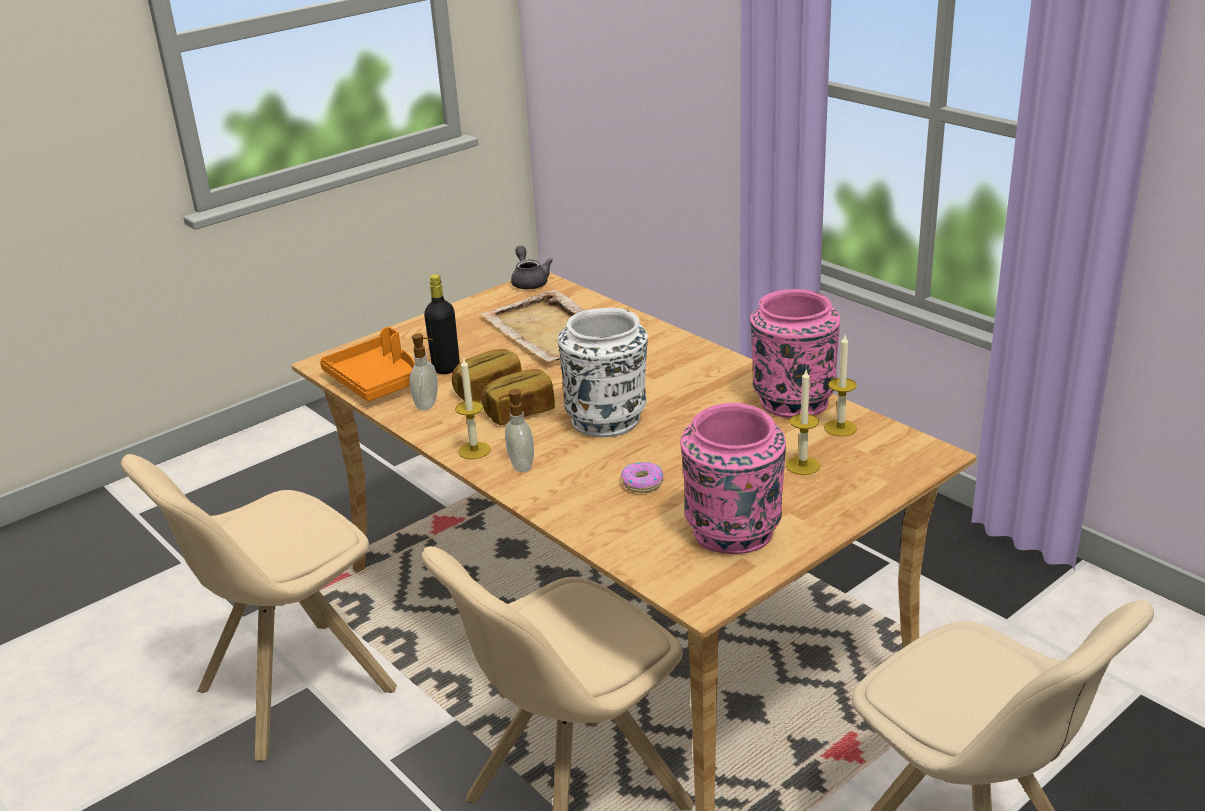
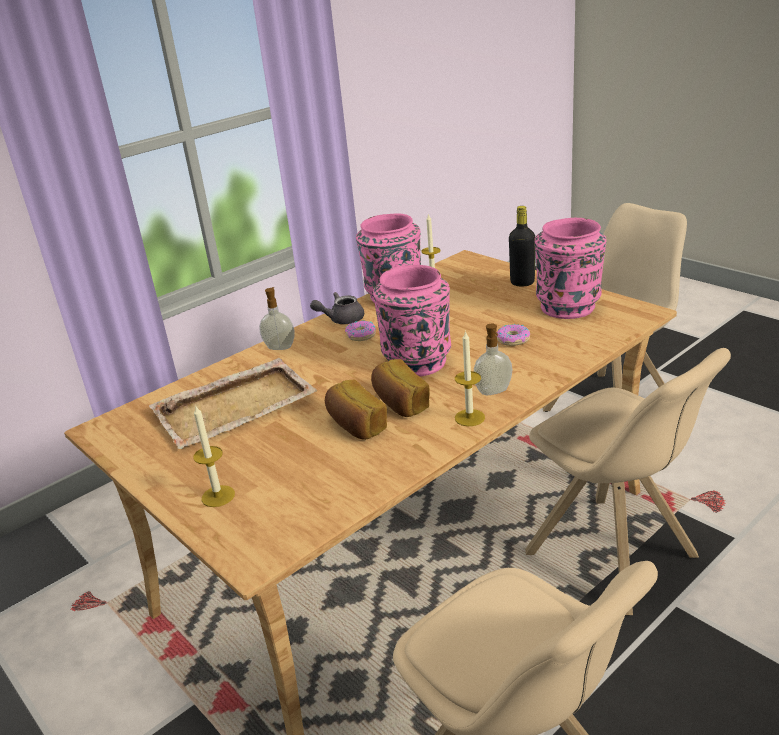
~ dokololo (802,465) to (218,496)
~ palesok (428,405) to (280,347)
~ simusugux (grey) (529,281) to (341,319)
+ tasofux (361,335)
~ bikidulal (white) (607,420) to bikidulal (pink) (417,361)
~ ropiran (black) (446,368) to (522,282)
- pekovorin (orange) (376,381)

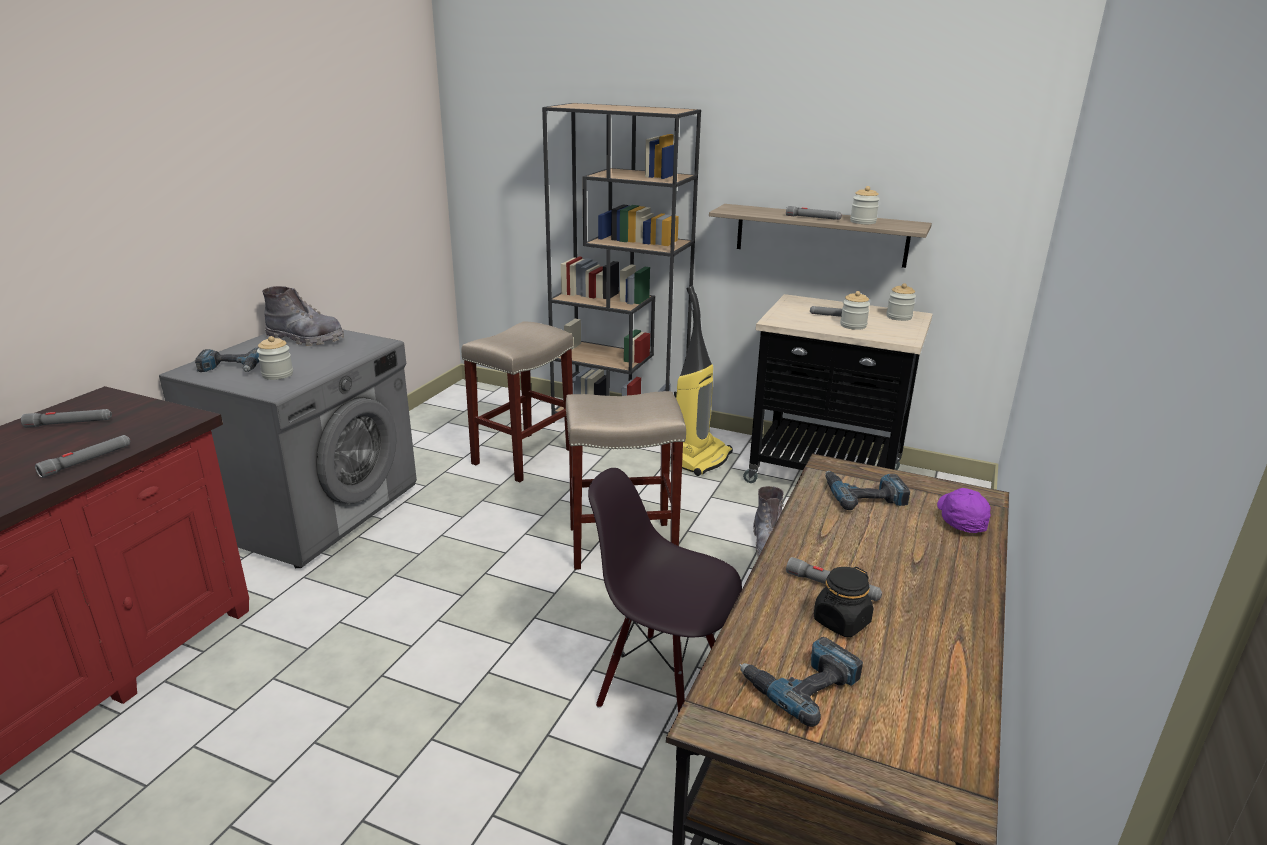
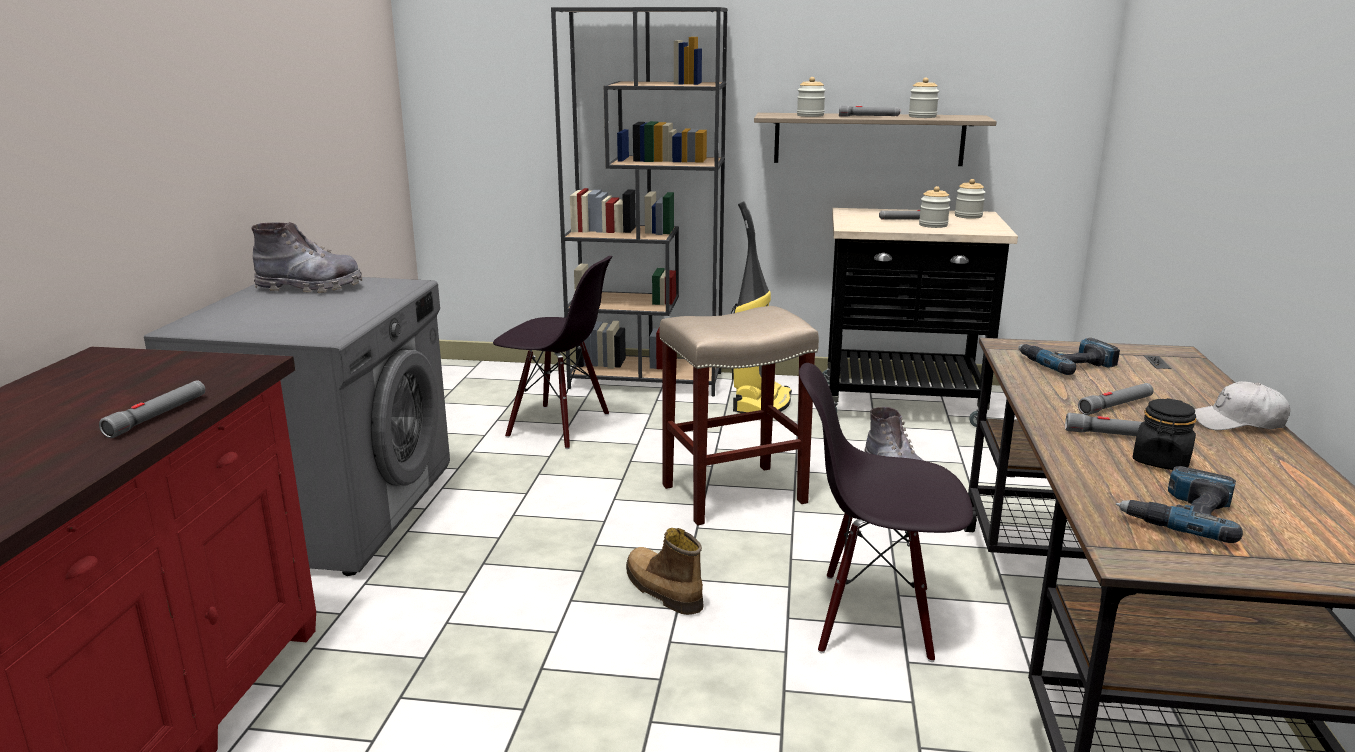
~ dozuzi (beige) (523,457) to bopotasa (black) (558,426)
+ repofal (661,590)
~ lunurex (277,374) to (810,115)
~ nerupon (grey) (69,423) to (1116,405)
+ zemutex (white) (1237,422)
- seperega (230,368)
- zemutex (purple) (960,519)

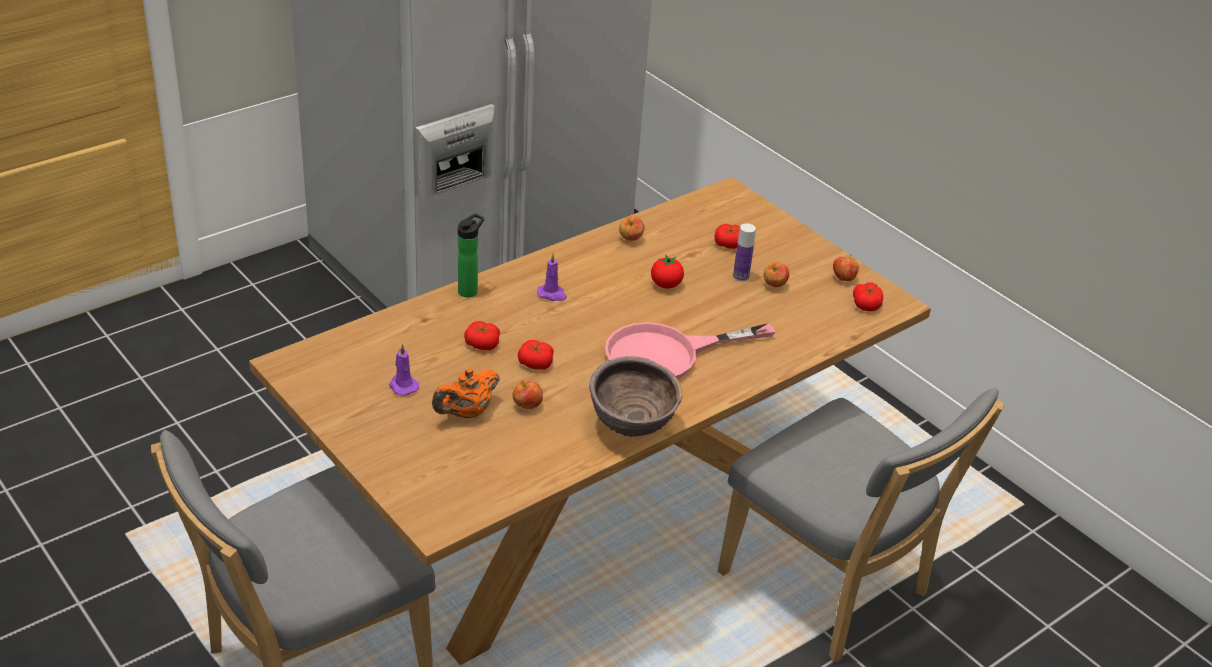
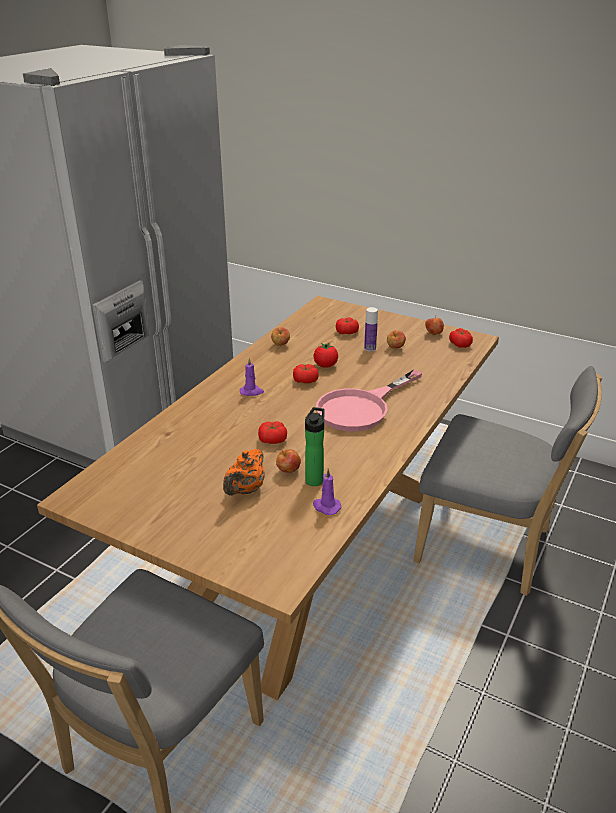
~ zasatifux (482,344) to (305,380)
~ ropiran (470,290) to (315,479)
~ dokololo (purple) (402,386) to (326,507)
- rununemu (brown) (631,428)

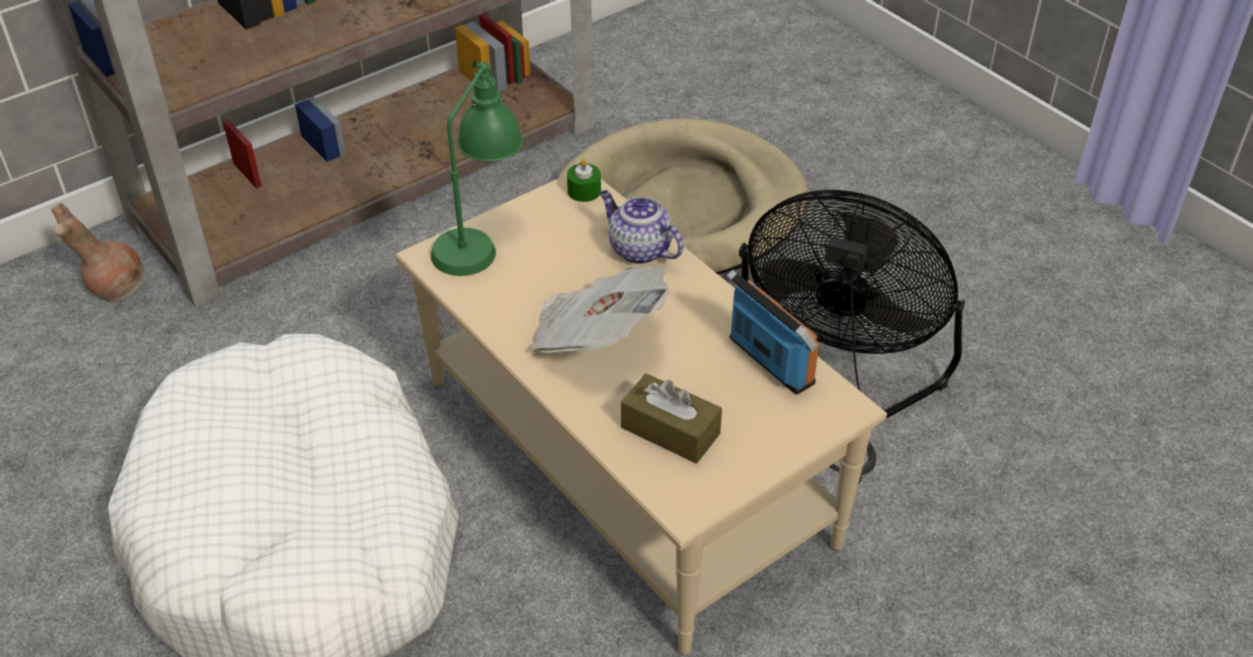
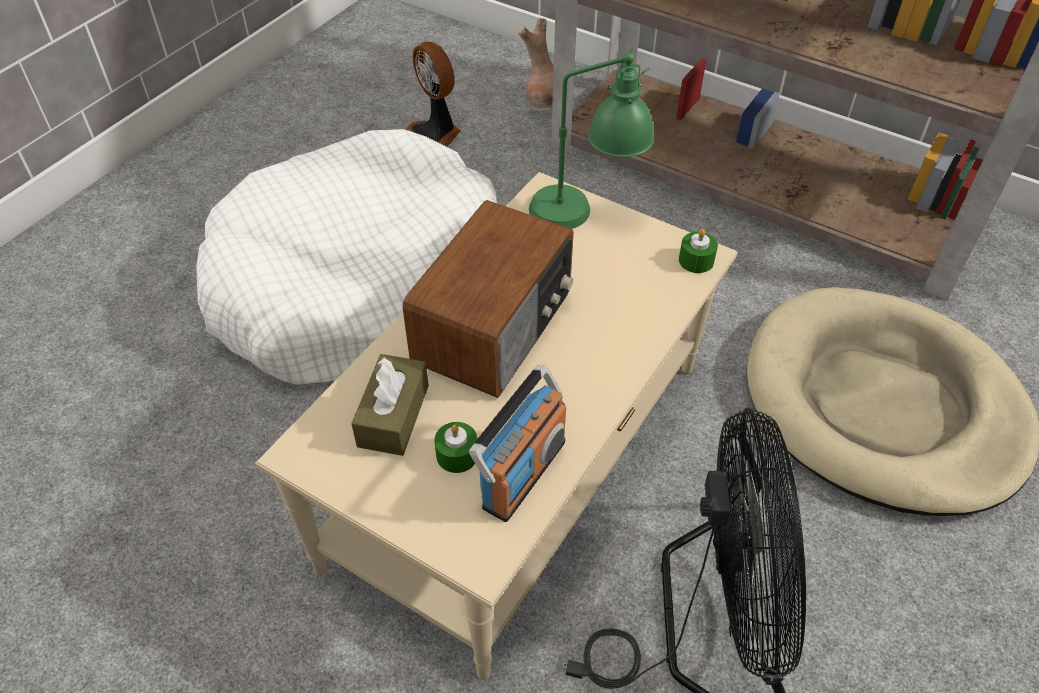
~ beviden (596,336) to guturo (496,327)
+ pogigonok (435,135)
+ dokololo (green) (457,455)
- simusugux (638,249)

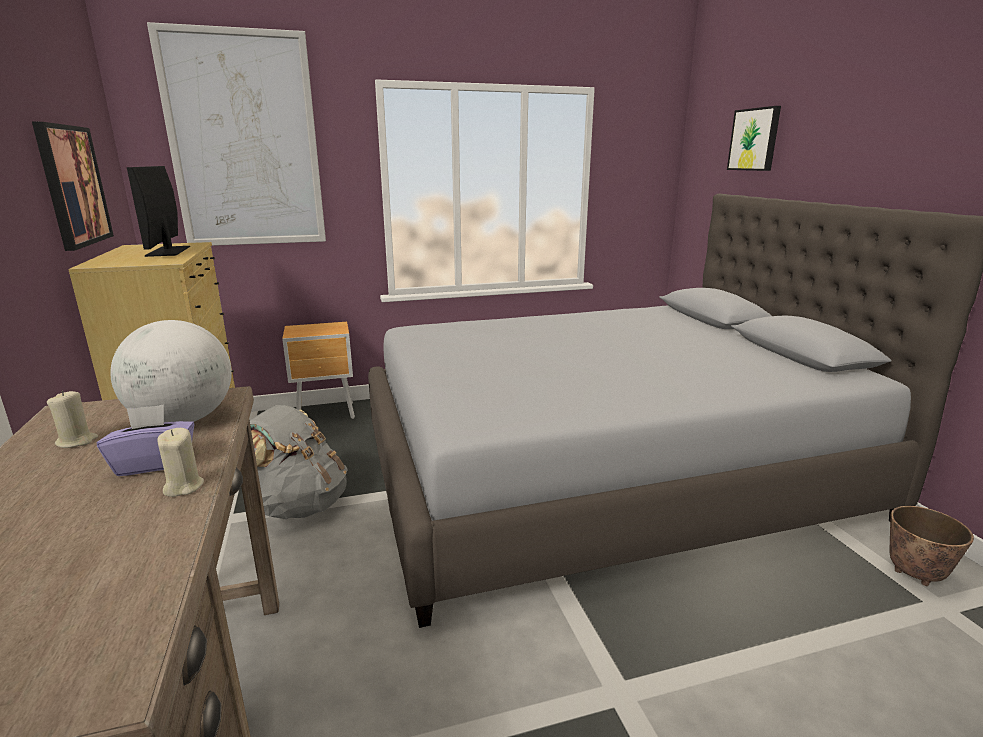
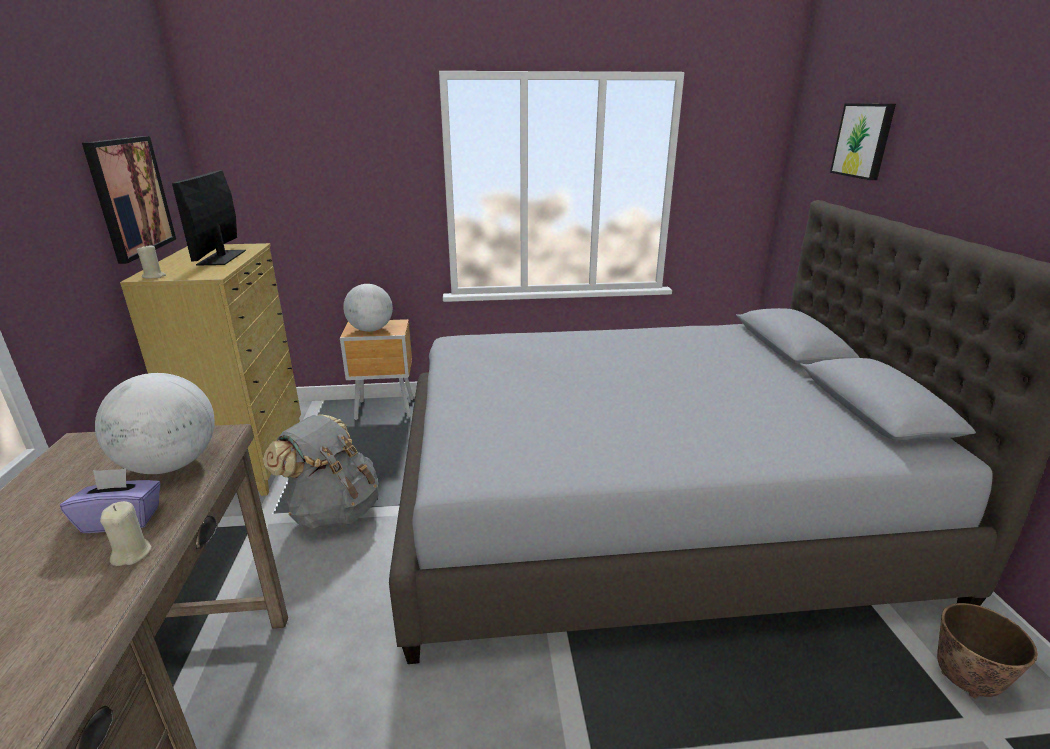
~ dokololo (beige) (77,441) to (154,276)
+ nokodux (370,330)
- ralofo (245,142)

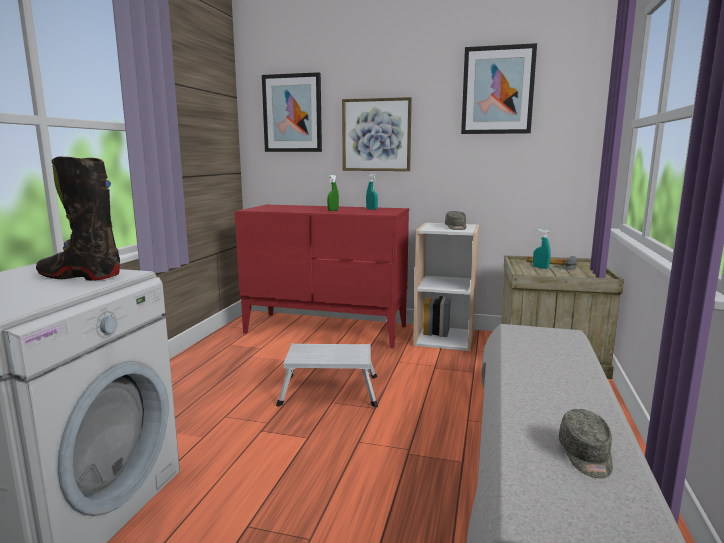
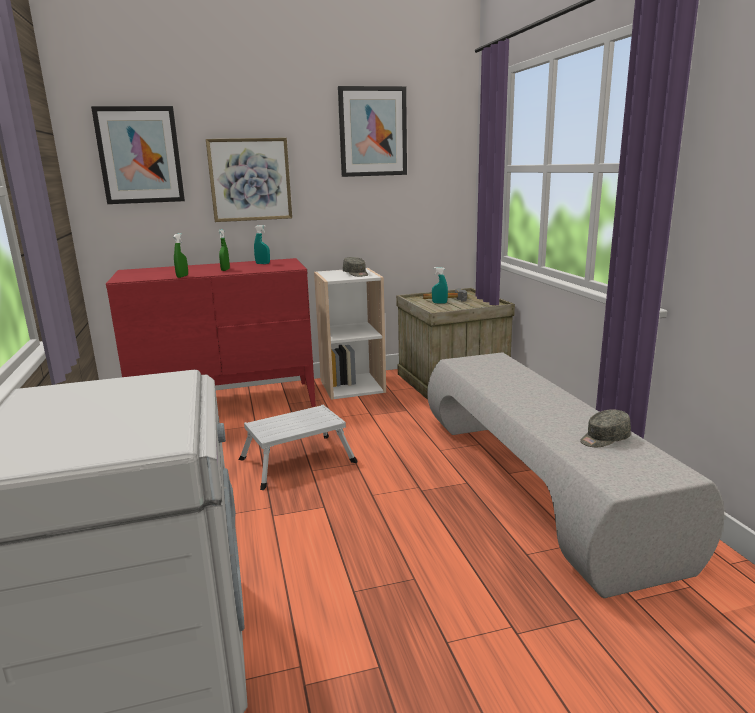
+ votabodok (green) (182,276)
~ zemutex (grey) (586,456) = (604,439) 90 degrees clockwise
- repofal (black) (80,276)

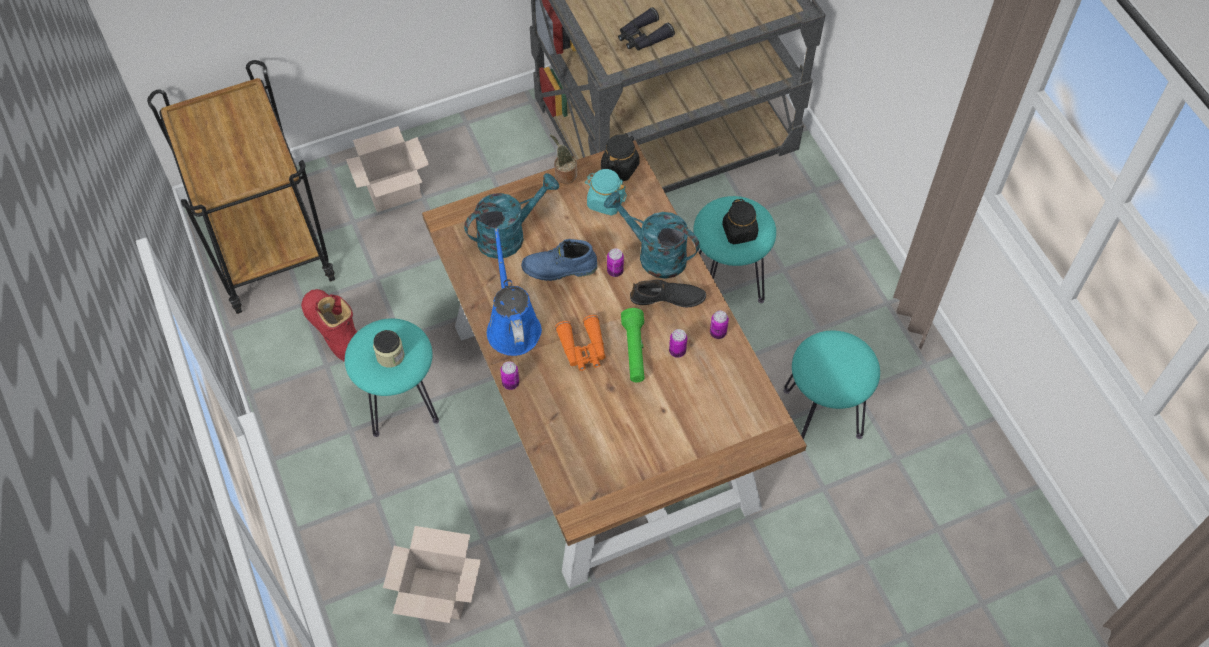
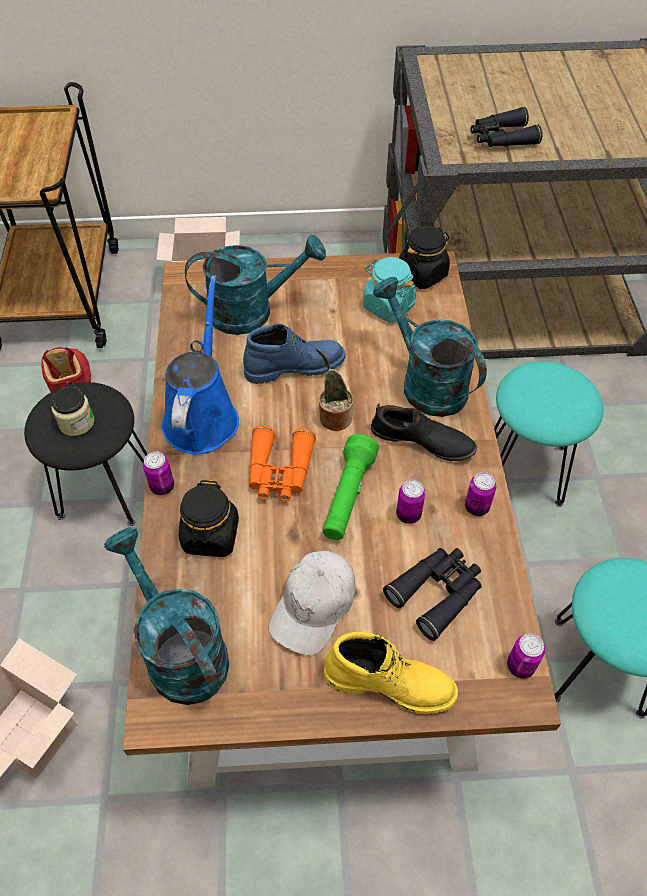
~ dozuzi (turquoise) (400,401) to dozuzi (black) (105,489)
+ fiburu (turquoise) (179,650)
~ lunurex (black) (739,232) to (211,535)
~ repofal (blue) (559,269) = (295,366) 150 degrees clockwise
+ zemutex (white) (314,606)
~ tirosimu (564,174) to (333,416)
+ repofal (yellow) (390,682)
+ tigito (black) (437,592)
~ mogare (615,271) to (520,666)

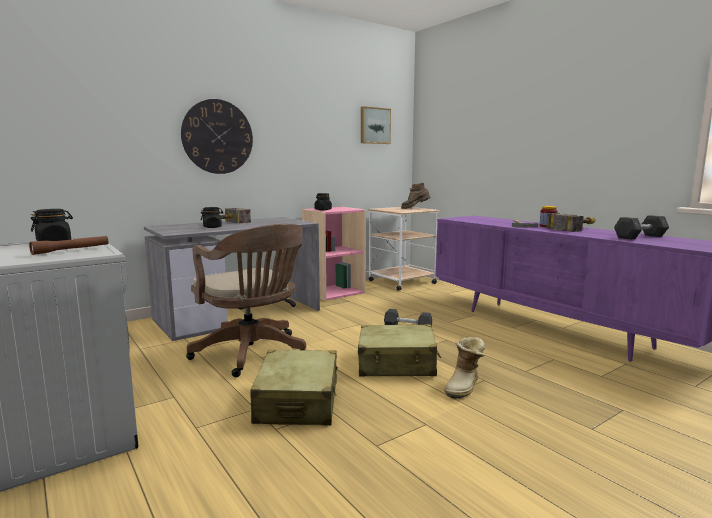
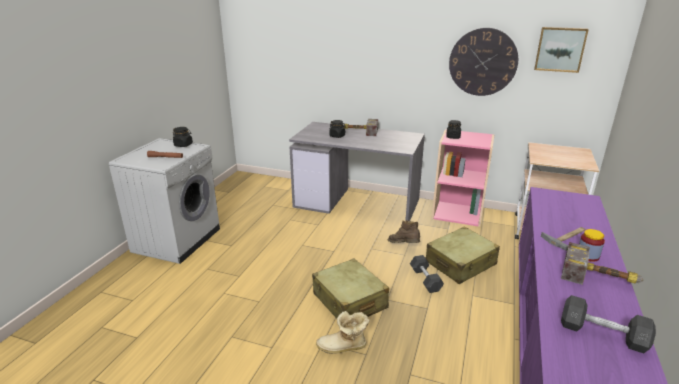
~ repofal (brown) (415,208) to (404,246)
~ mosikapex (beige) (298,402) to (460,263)
~ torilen (217,137) to (483,62)
- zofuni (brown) (253,354)

